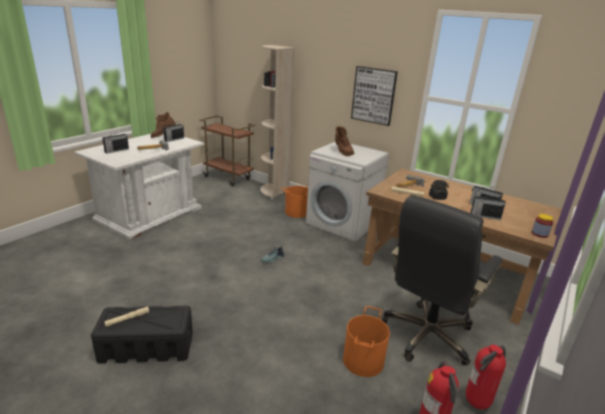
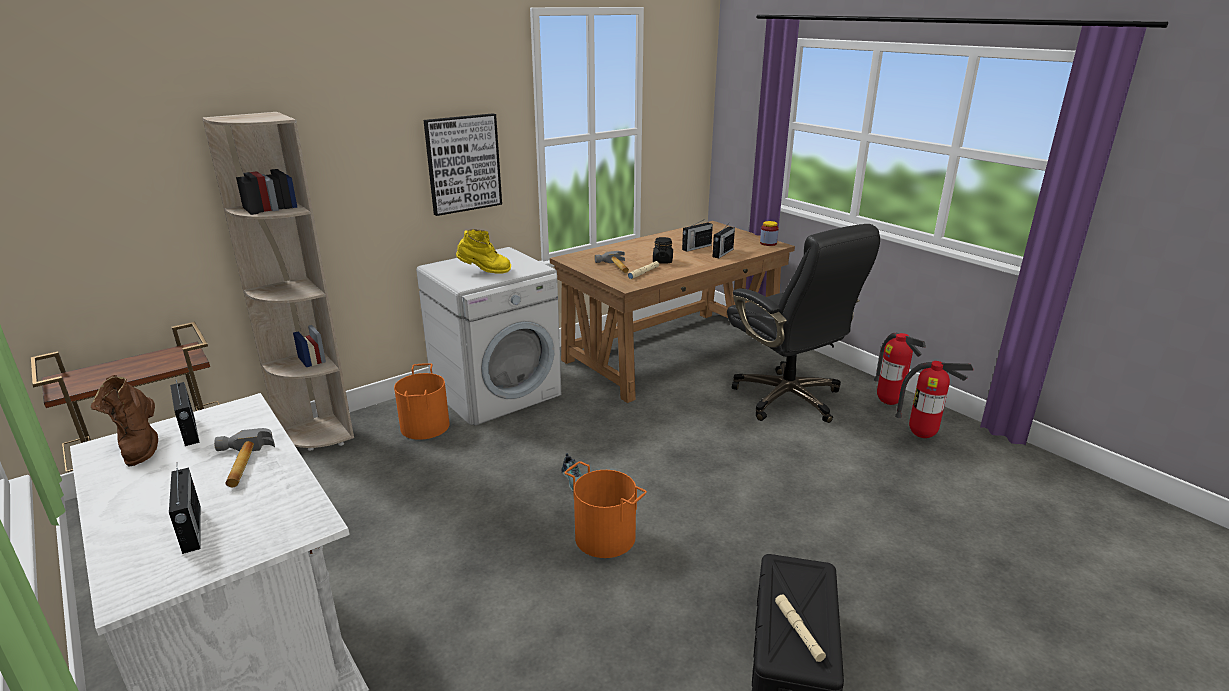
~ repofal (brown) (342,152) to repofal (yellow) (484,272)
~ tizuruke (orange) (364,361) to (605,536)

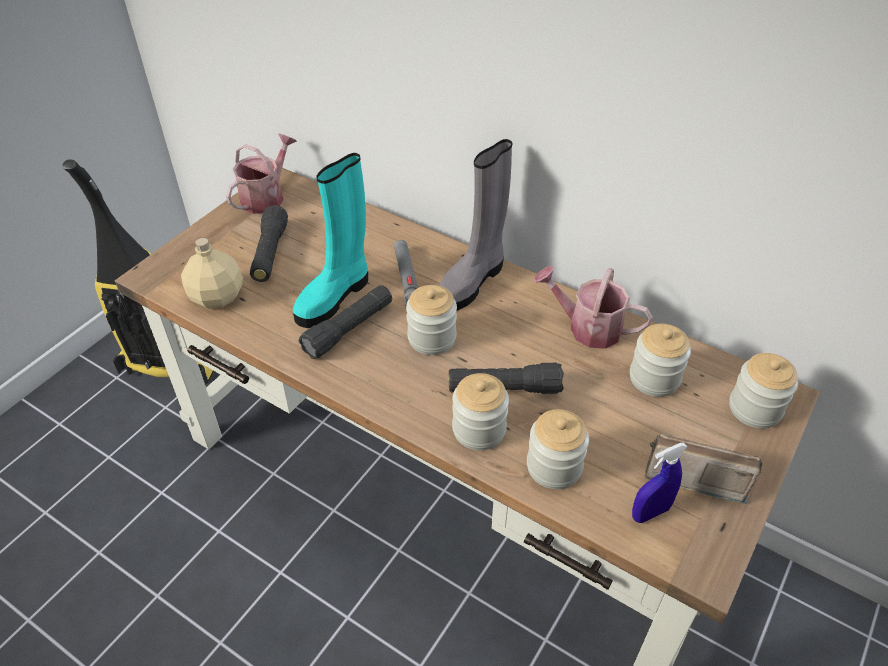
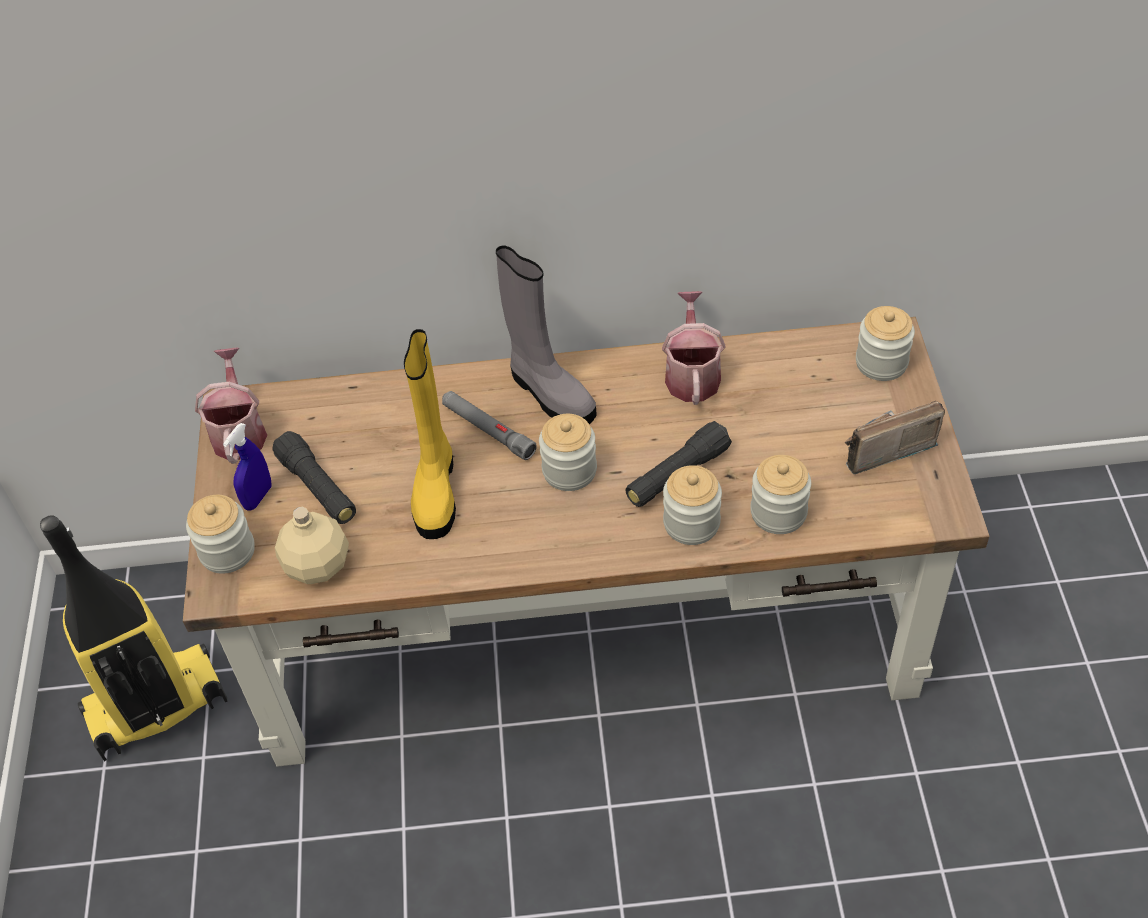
~ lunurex (654,378) to (227,551)
~ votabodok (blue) (650,512) to (258,497)
~ repofal (turquoise) (334,297) to repofal (yellow) (436,490)
~ repofal (grey) (472,282) = (549,393) 45 degrees counterclockwise
~ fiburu (587,327) = (692,374) 105 degrees clockwise
- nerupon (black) (349,329)

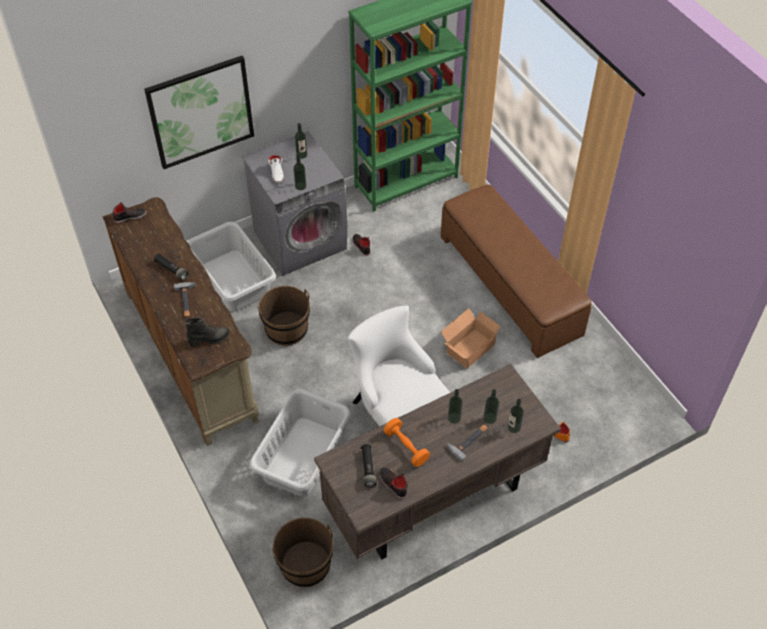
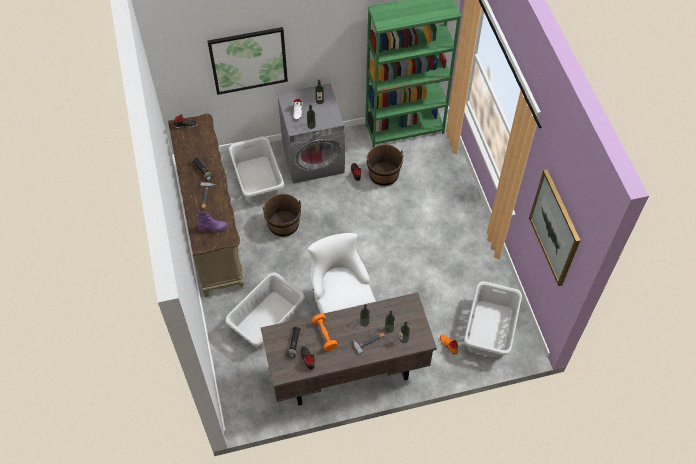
~ repofal (black) (209,339) to repofal (purple) (213,228)
~ tizuruke (brown) (305,564) to (383,174)
+ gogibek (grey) (489,329)
+ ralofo (555,228)
- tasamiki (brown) (510,284)
- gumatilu (468,348)

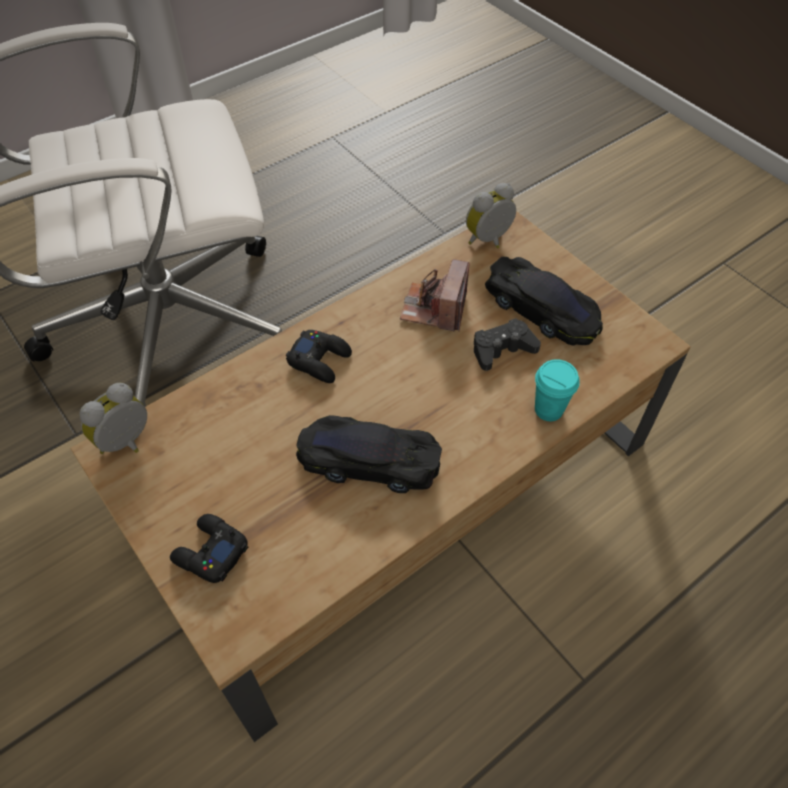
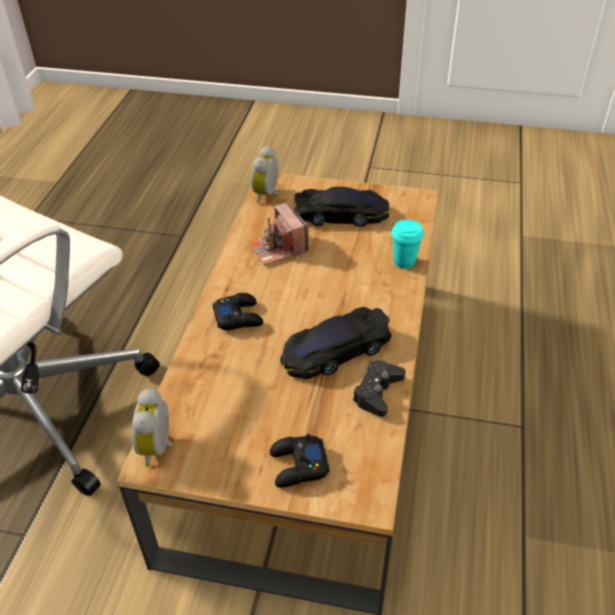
~ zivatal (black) (502,349) to (377,392)

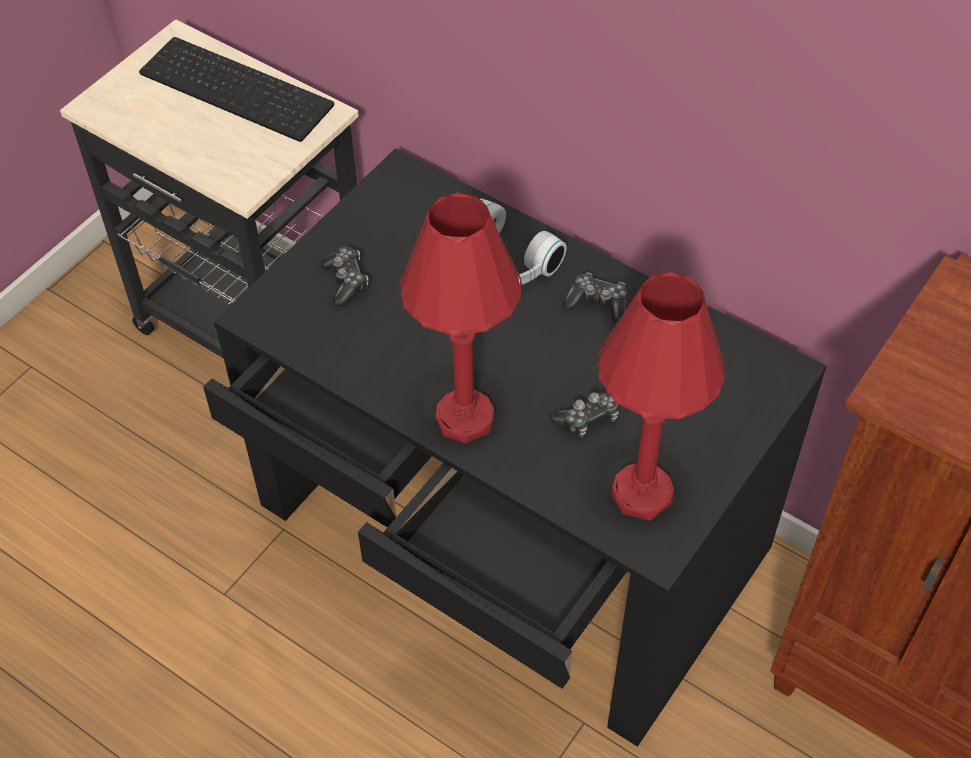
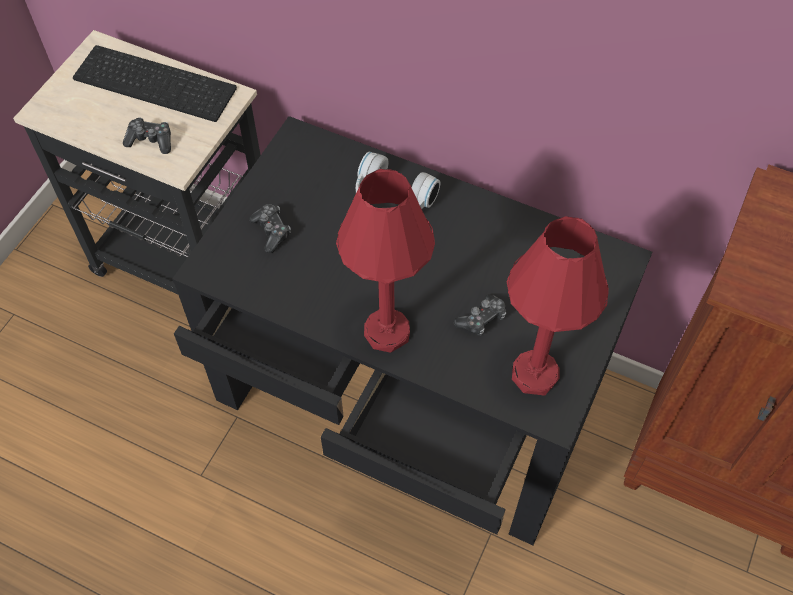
~ zivatal (598,304) to (151,140)

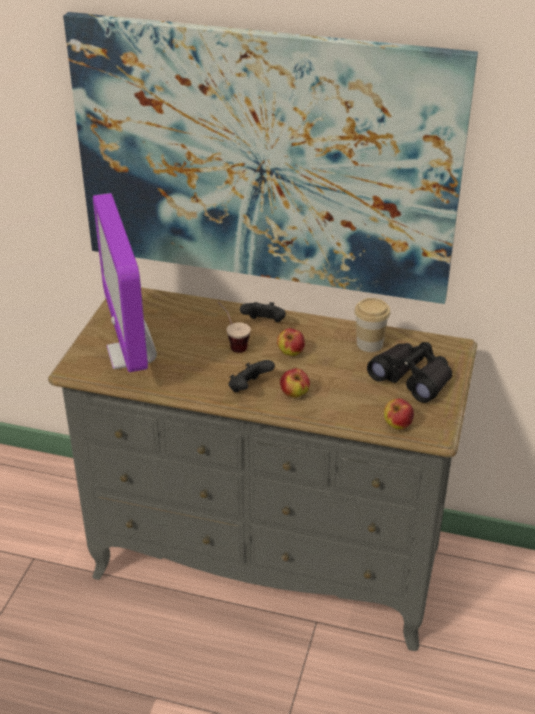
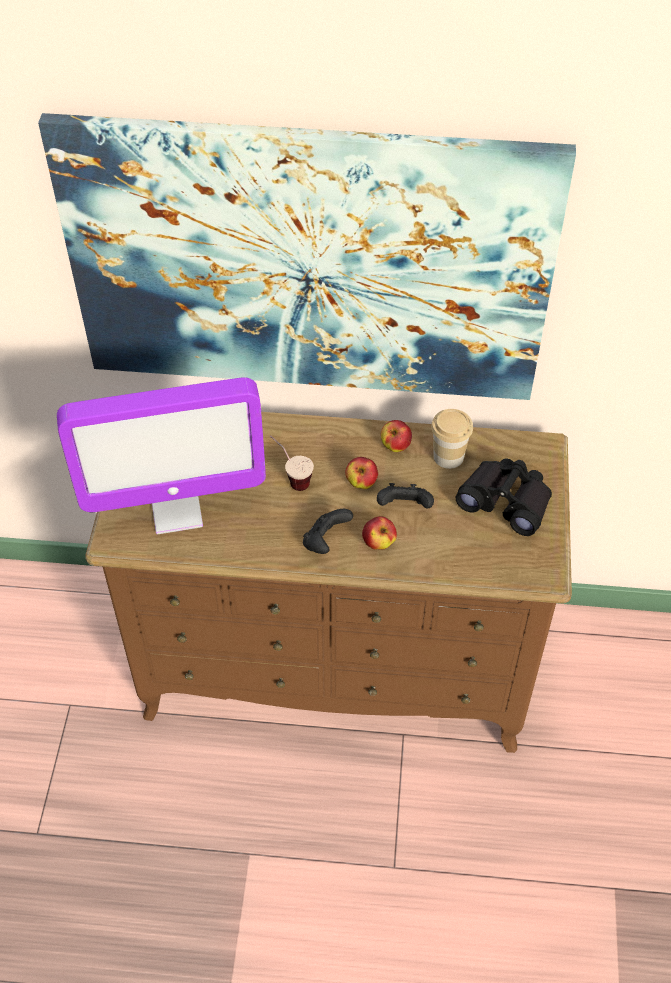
~ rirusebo (131,354) = (176,510) 75 degrees counterclockwise
~ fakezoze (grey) (267,563) to fakezoze (brown) (335,670)
~ zivatal (black) (264,323) to (404,507)
~ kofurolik (397,425) to (395,446)

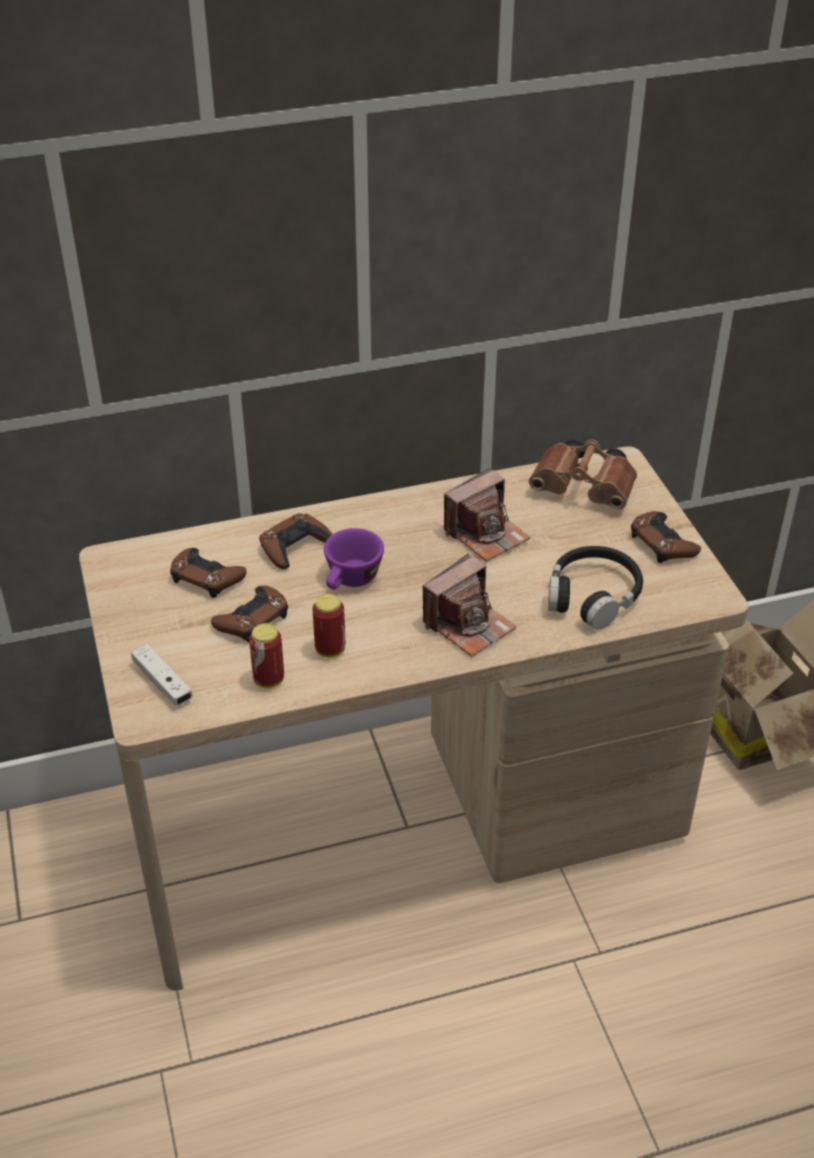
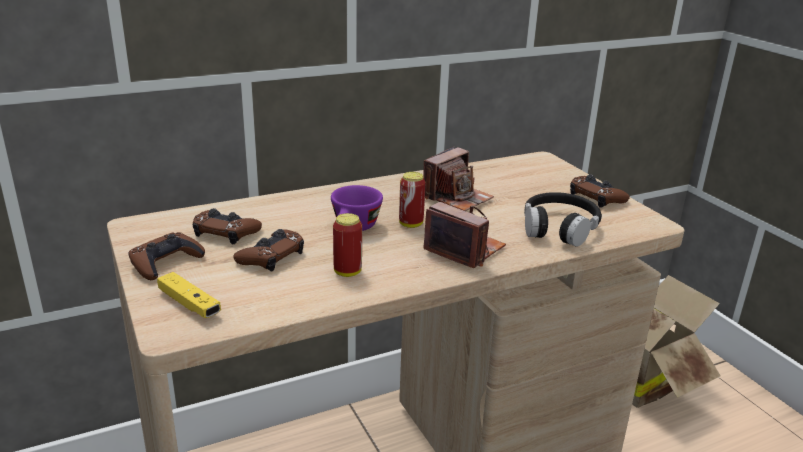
~ zivatal (brown) (294,547) to (166,262)
~ zivatal (white) (162,683) to zivatal (yellow) (189,304)
~ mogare (269,680) to (411,224)
~ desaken (468,625) = (465,250) 90 degrees counterclockwise
- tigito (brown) (586,490)

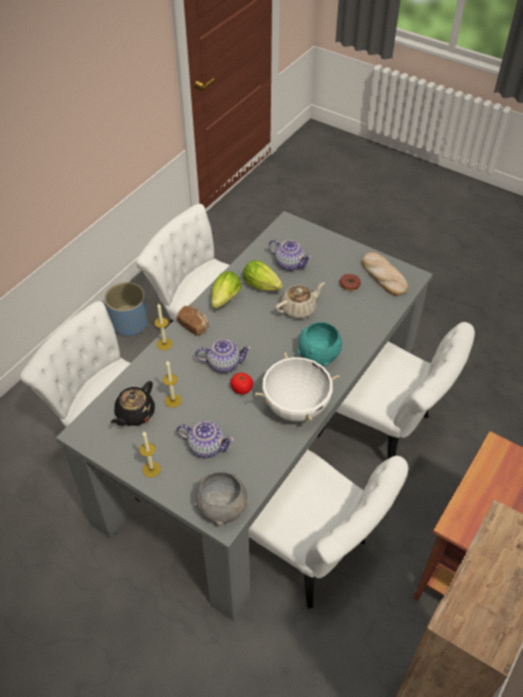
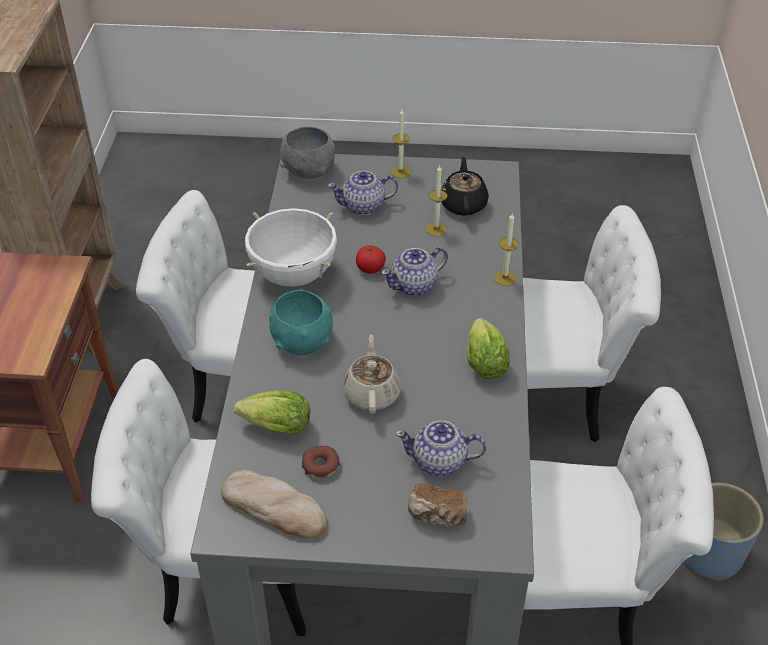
~ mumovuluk (264,287) to (273,426)
~ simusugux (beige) (299,309) = (372,393) 150 degrees clockwise
~ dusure (194,325) to (437,516)

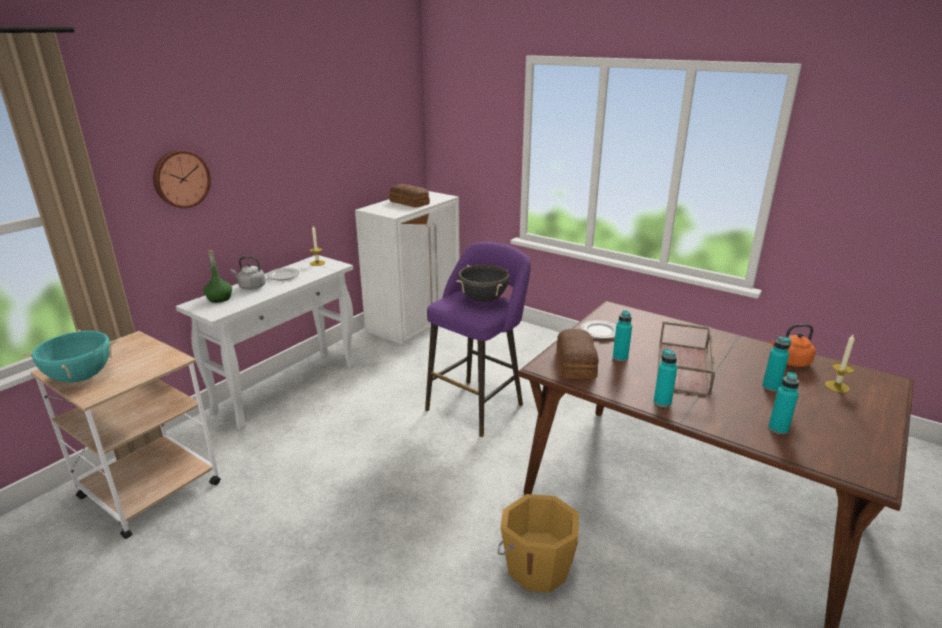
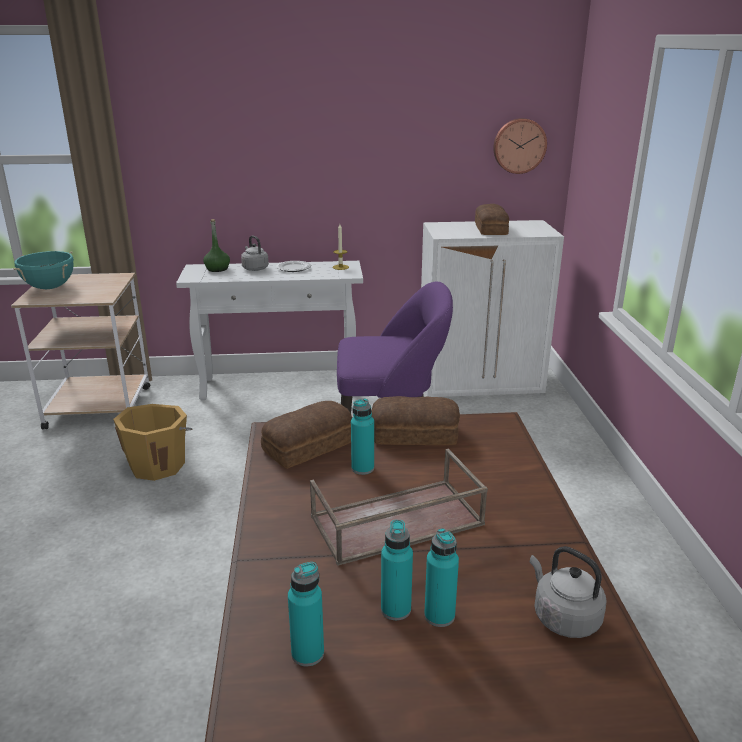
~ tizuruke (orange) (536,567) to (158,465)
~ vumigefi (600,331) to dusure (416,435)
~ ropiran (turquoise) (662,402) to (395,609)
~ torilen (180,179) to (519,145)
~ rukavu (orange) (790,362) to rukavu (grey) (563,617)
- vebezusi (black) (483,299)
- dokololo (837,386)

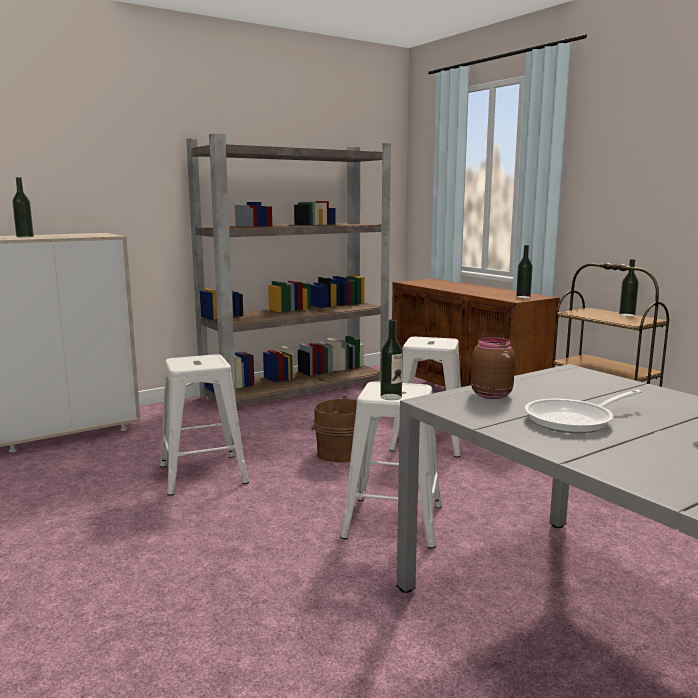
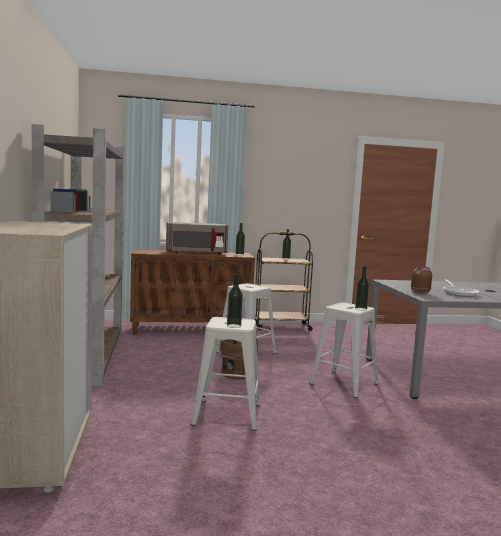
+ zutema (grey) (196,253)
~ ropiran (25,236) to (234,326)

